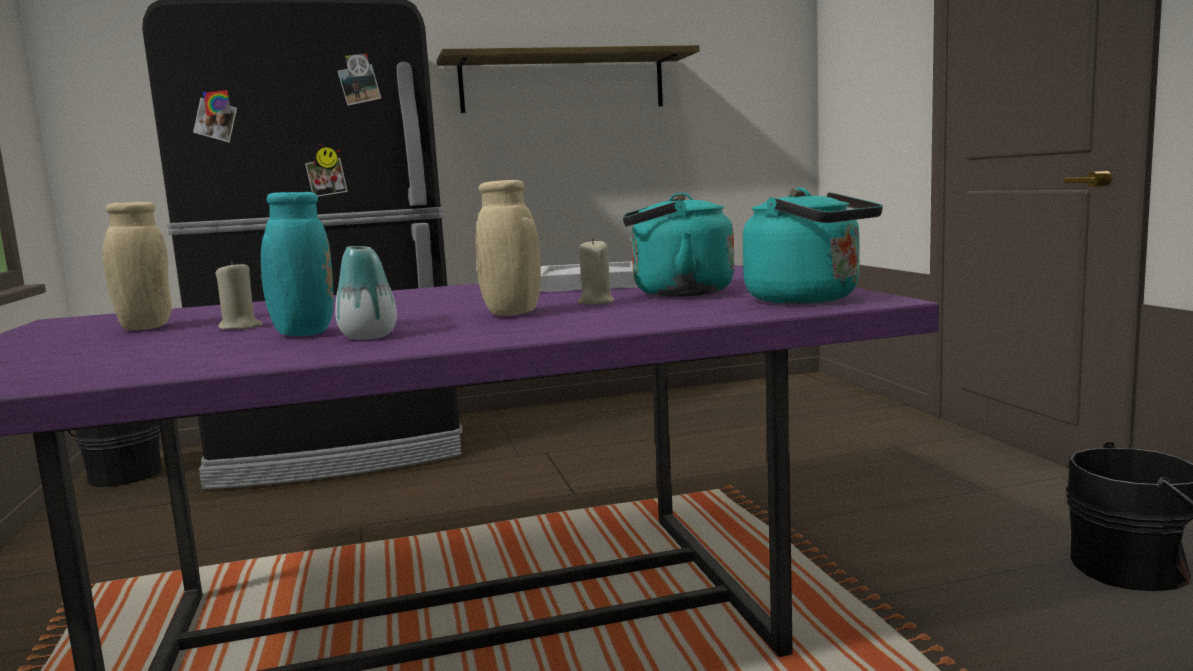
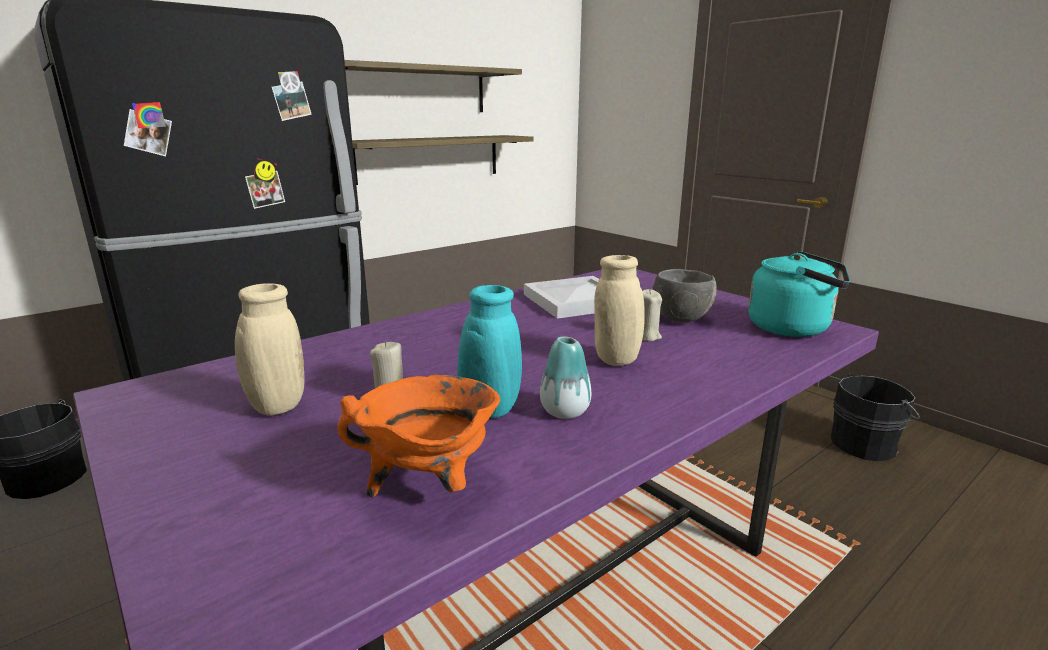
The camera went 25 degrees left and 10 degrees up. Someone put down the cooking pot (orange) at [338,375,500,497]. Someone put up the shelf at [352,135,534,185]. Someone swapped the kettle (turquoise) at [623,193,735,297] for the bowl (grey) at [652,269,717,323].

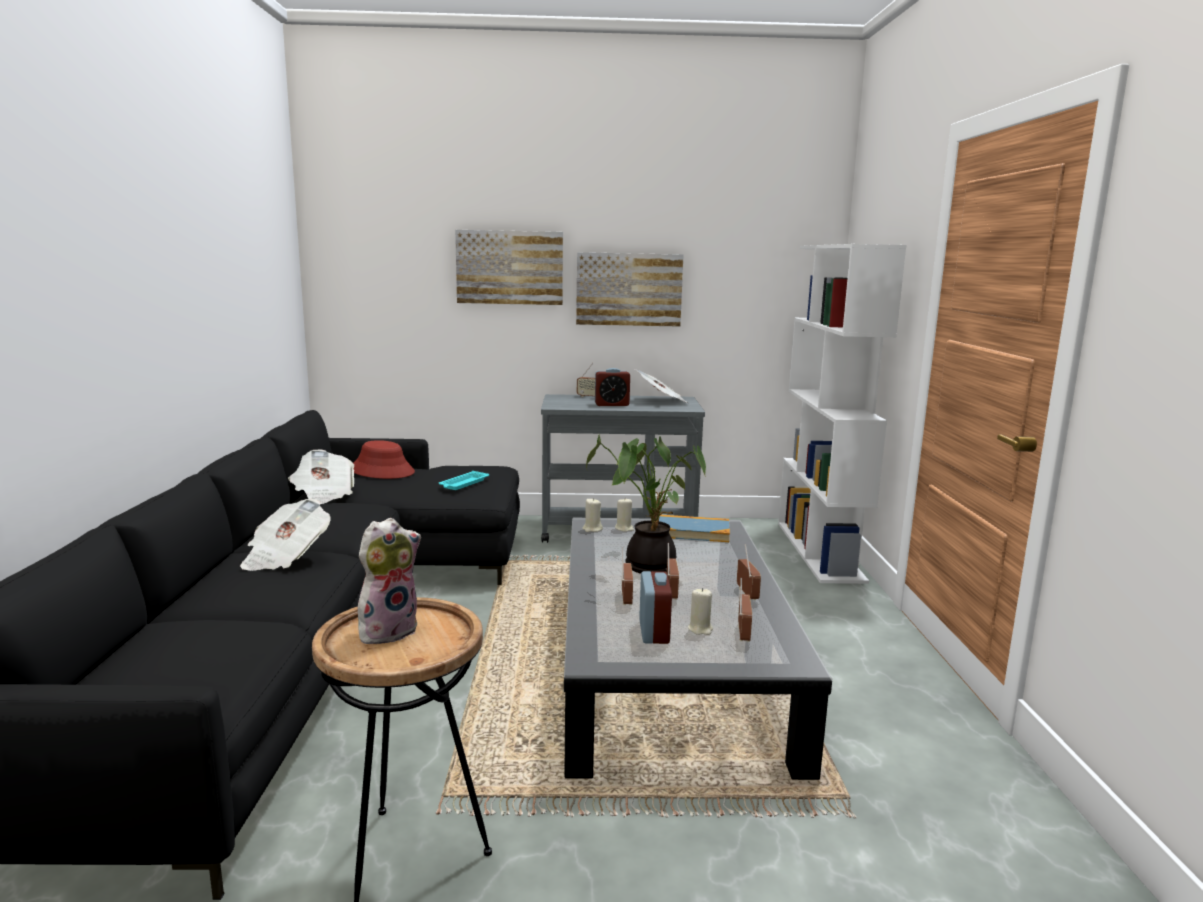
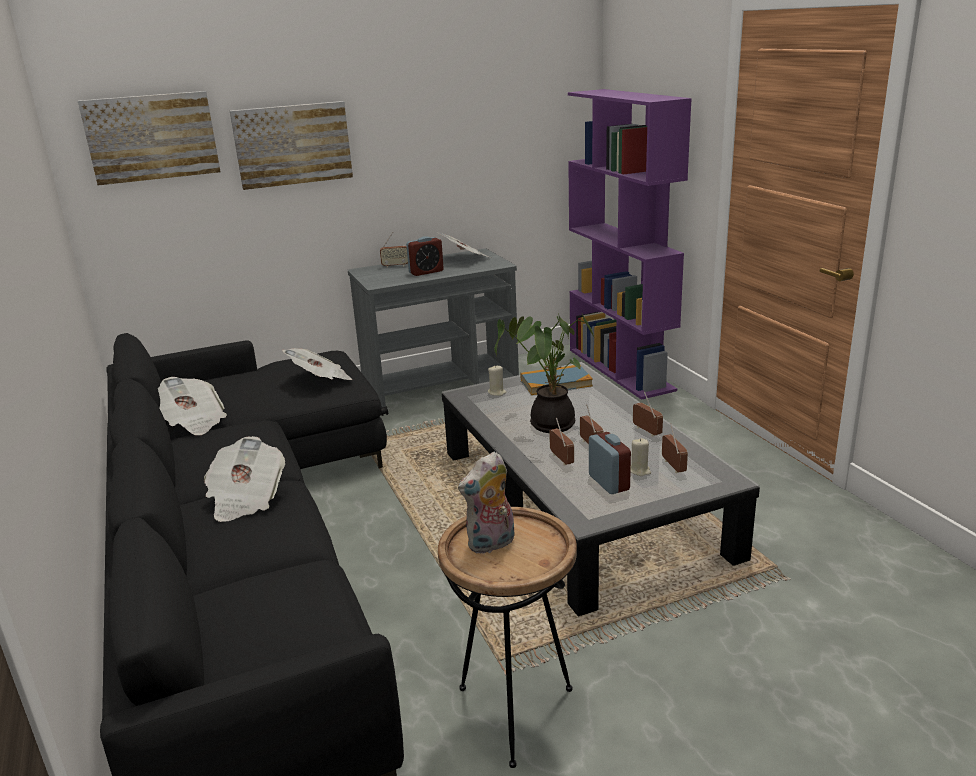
The camera went 20 degrees left and 10 degrees up. Someone took away the hat (red) at [353,440,415,479]. Someone took away the candle (beige) at [582,498,603,532]. Someone carried the picture from [576,252,684,327] to [78,91,220,186]. Someone swapped the tray (turquoise) at [439,471,489,490] for the newspaper at [282,348,353,380]. Someone repainted the bookcase (white) at [778,244,906,584], which became the bookcase (purple) at [568,89,692,400]. Someone rotated the plush toy at [358,518,421,644] by 150 degrees counterclockwise.

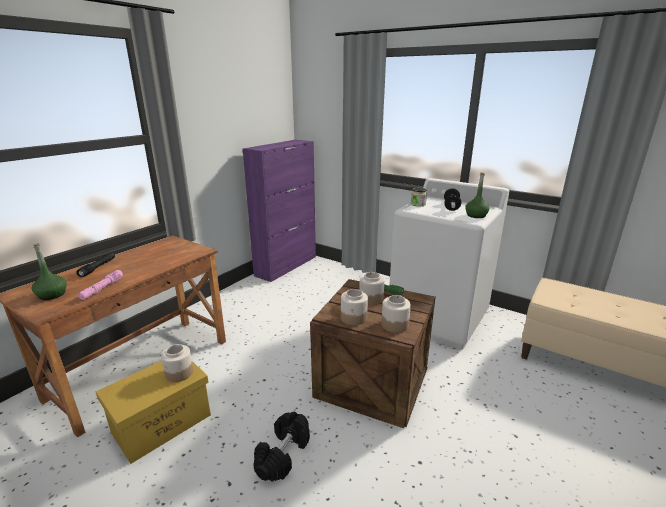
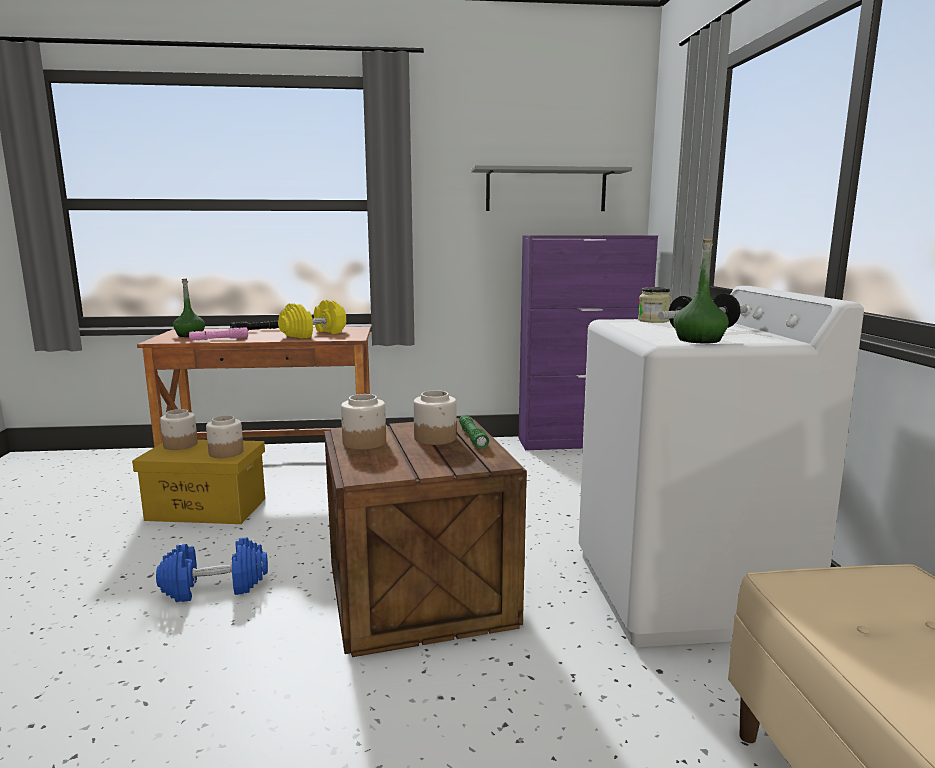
The camera went 50 degrees right and 10 degrees down. Someone put down the dumbbell (yellow) at [278,300,346,339]. Someone put up the shelf (grey) at [471,165,632,211]. Someone carried the jar from [381,295,411,333] to [160,409,198,450]. Someone repainted the dumbbell (black) at [253,411,310,482], which became the dumbbell (blue) at [156,537,268,602].

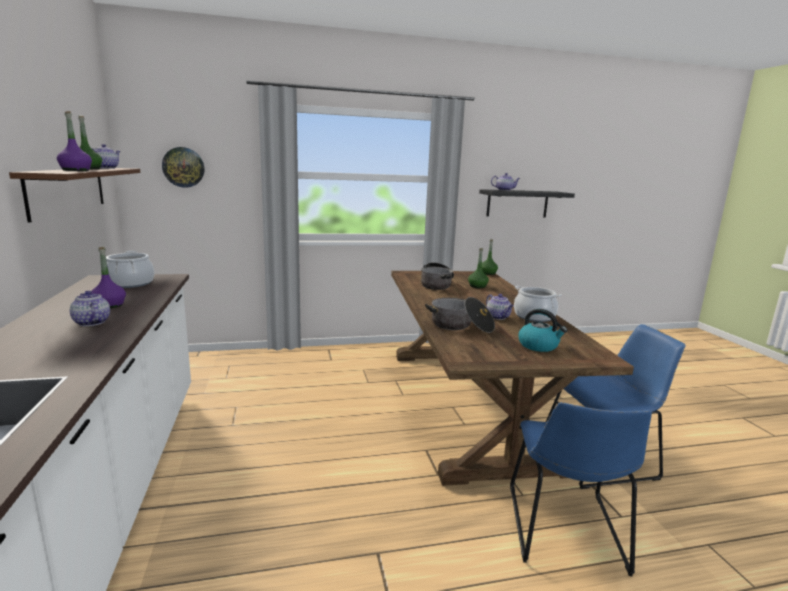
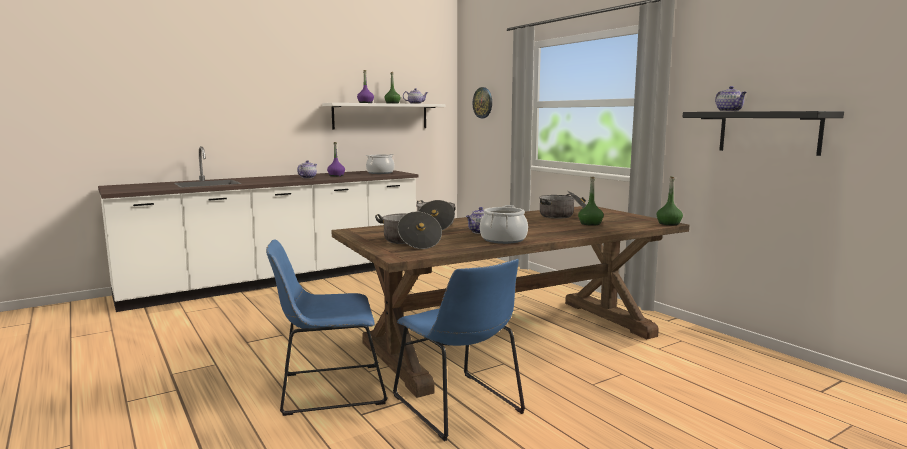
The camera went 70 degrees right and 5 degrees down. Someone swapped the kettle at [519,309,567,352] for the cooking pot at [375,211,442,249]. Someone repainted the shelf (brown) at [9,168,140,223], which became the shelf (white) at [322,103,445,130].

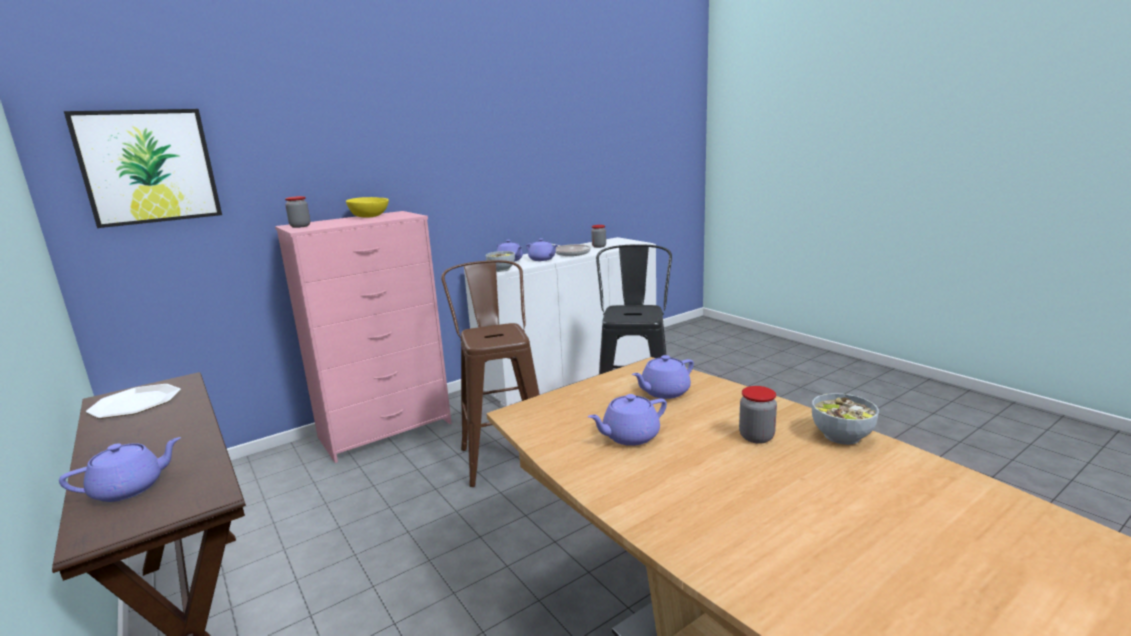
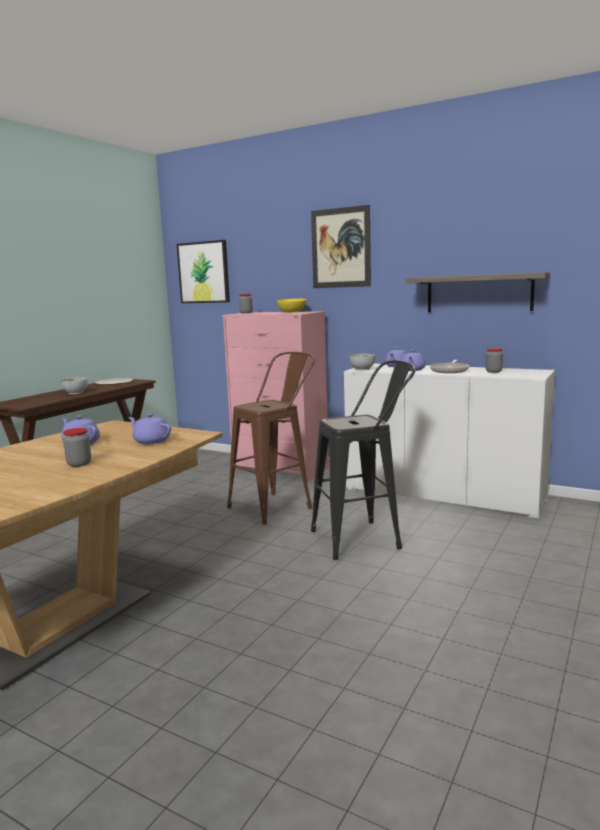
The camera went 65 degrees right and 5 degrees down. Someone took away the teapot (purple) at [59,437,181,502]. Someone put up the picture at [311,205,371,288]. Someone put up the shelf at [405,272,550,312]. Someone carried the bowl from [812,393,879,445] to [61,377,88,394].

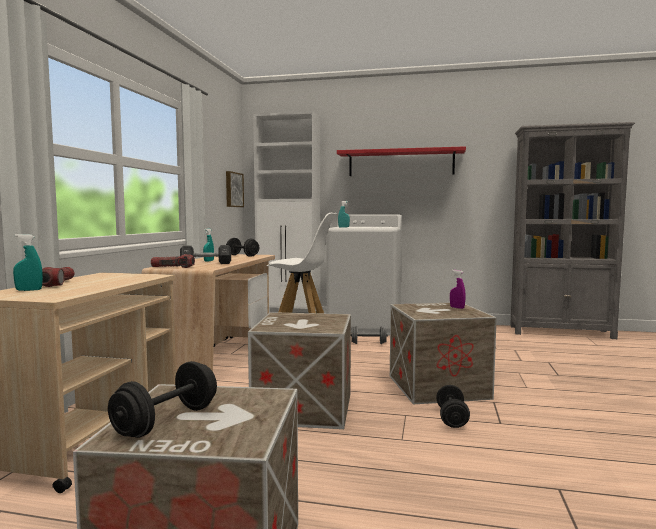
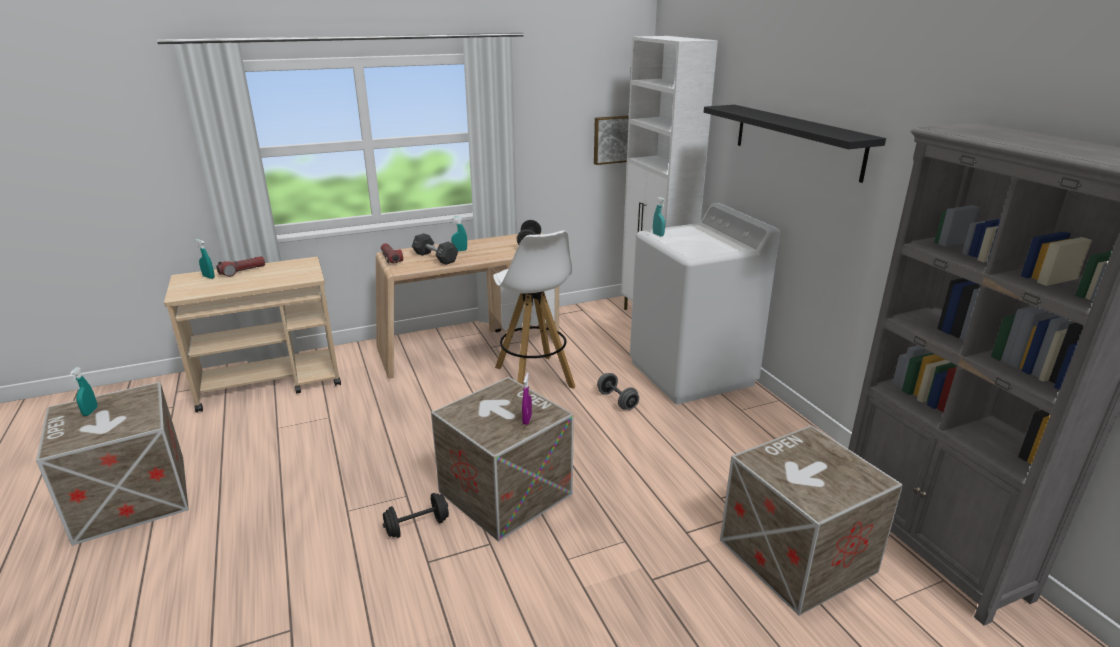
The camera went 55 degrees right and 20 degrees up. Someone carried the crate from [248,312,351,429] to [720,425,903,616]. Someone swapped the dumbbell (black) at [108,361,217,438] for the spray bottle (turquoise) at [70,367,98,416]. Someone repainted the shelf (red) at [337,146,466,176], which became the shelf (black) at [704,105,886,183].

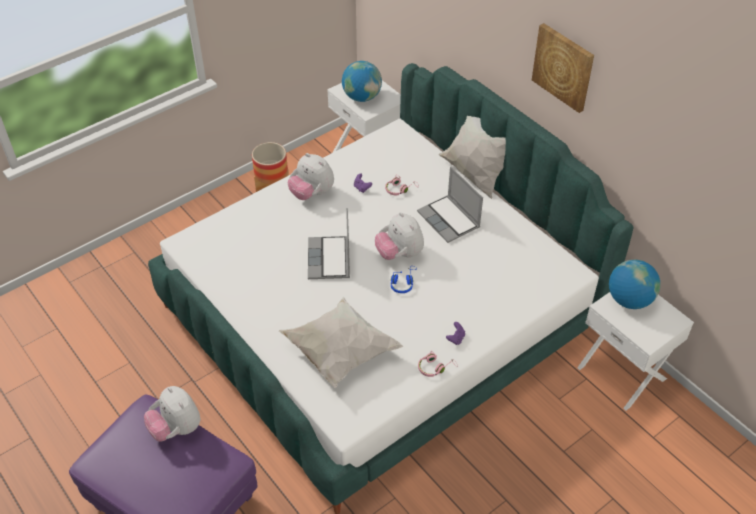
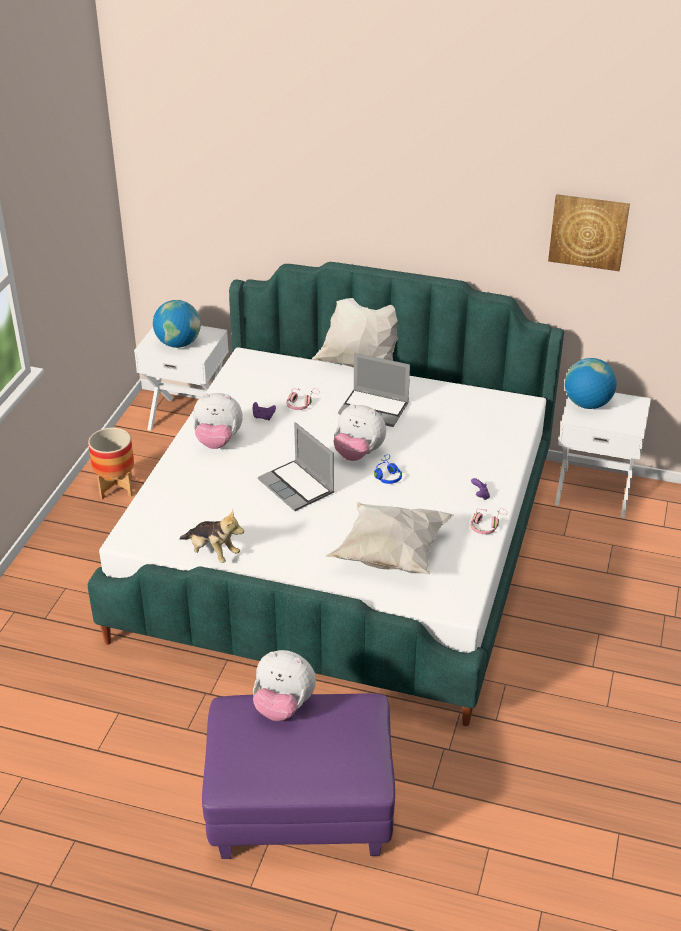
The camera went 35 degrees left and 10 degrees down. Someone put down the plush toy at [179,510,244,563]. Someone carried the picture from [532,23,594,113] to [548,194,630,271].

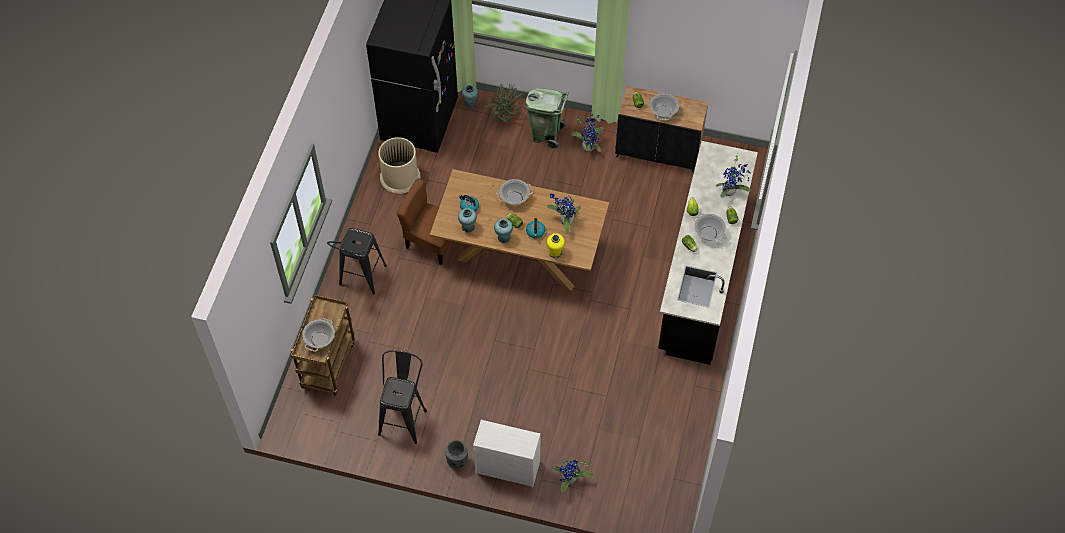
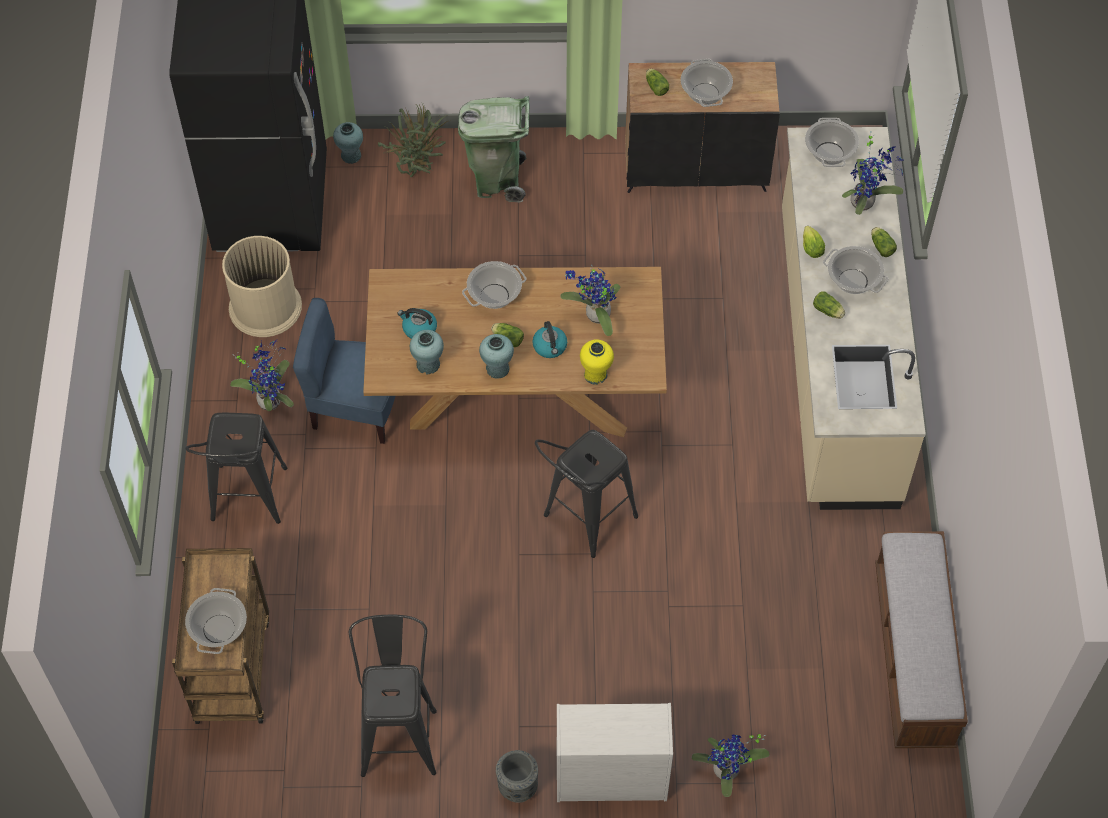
The camera went 15 degrees left and 0 degrees up. Someone put down the stool (black) at [535,430,638,558]. Someone put down the cooking pot at [805,118,859,167]. Someone put down the bench at [875,531,968,748]. Someone carried the potted plant from [571,115,604,152] to [230,340,294,411]. Someone repainted the chair (brown) at [397,178,452,265], which became the chair (blue) at [293,298,395,444]. Someone repainted the counter (black) at [658,141,758,365], which became the counter (beige) at [782,127,926,510].

